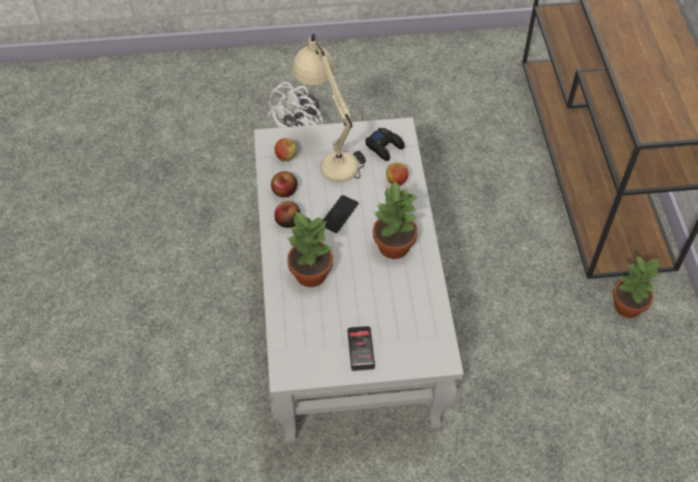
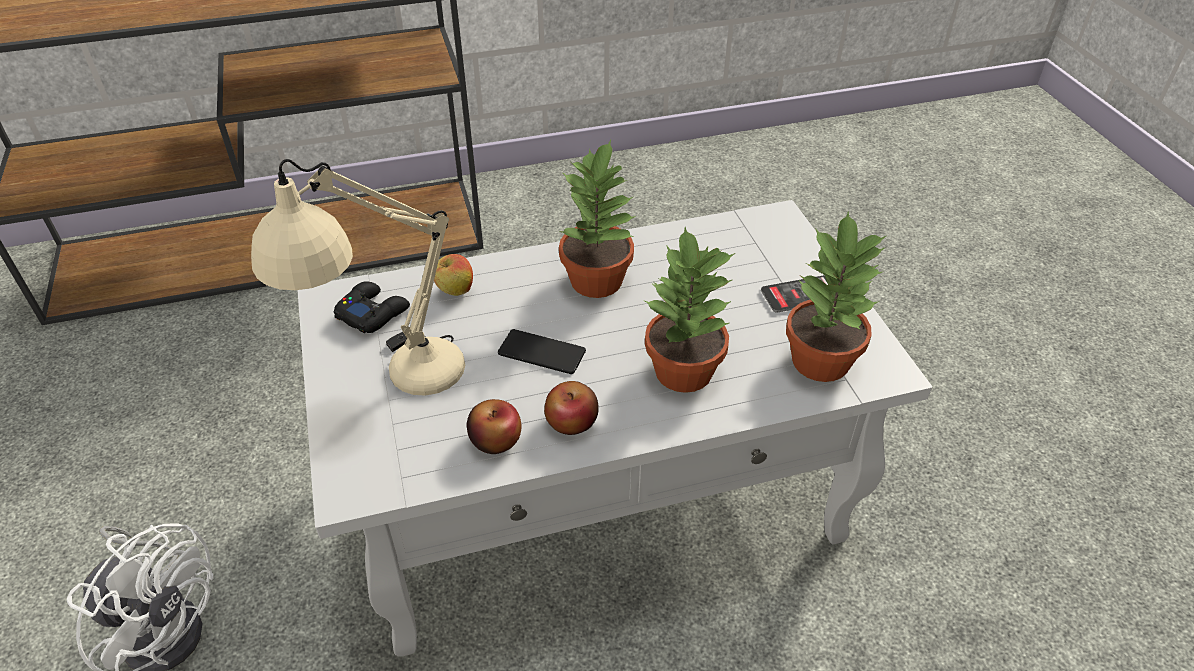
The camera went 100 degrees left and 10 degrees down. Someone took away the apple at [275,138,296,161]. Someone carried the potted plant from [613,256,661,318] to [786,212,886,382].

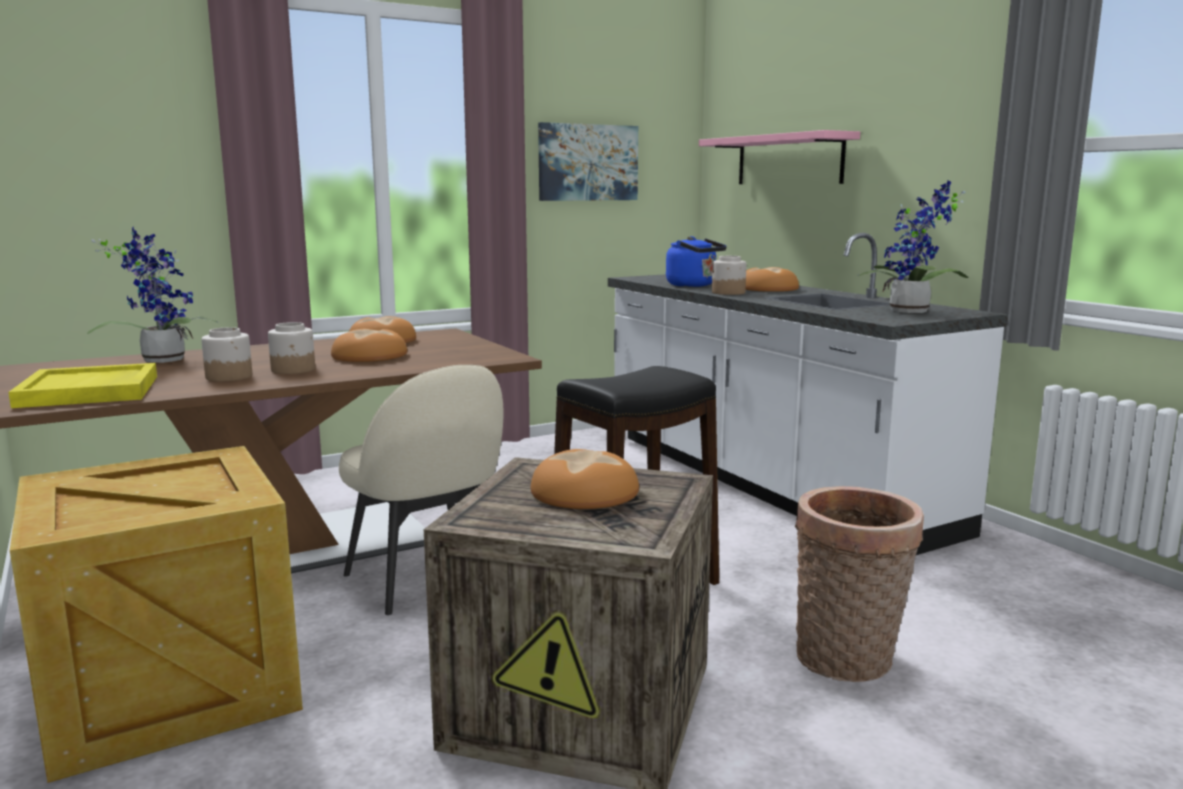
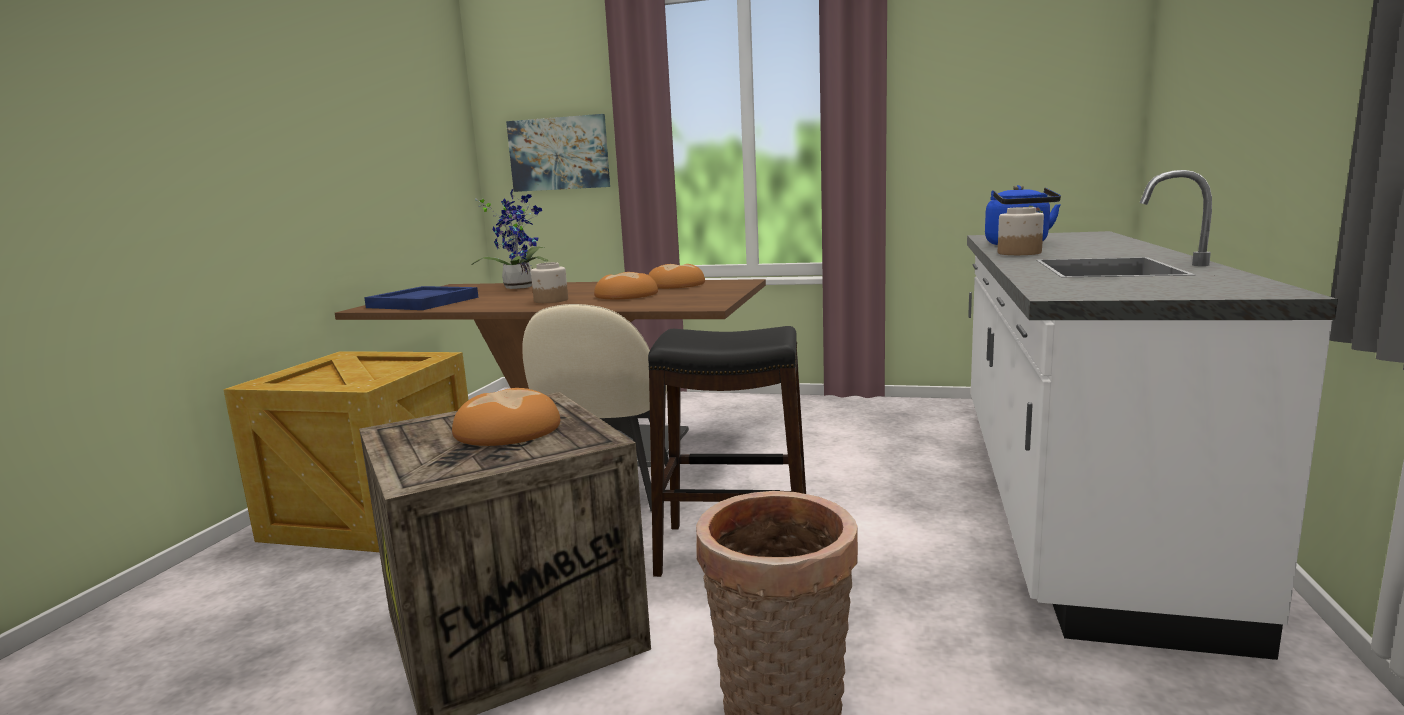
The camera went 45 degrees right and 0 degrees up. Someone took away the jar at [201,327,252,382]. Someone took away the shelf (pink) at [699,130,860,184]. Someone took away the bread at [746,267,799,292]. Someone took away the potted plant at [858,180,968,313]. Someone carried the picture from [538,122,638,201] to [506,114,610,192]. Someone repainted the tray (yellow) at [8,363,157,408], which became the tray (blue) at [364,286,479,310].

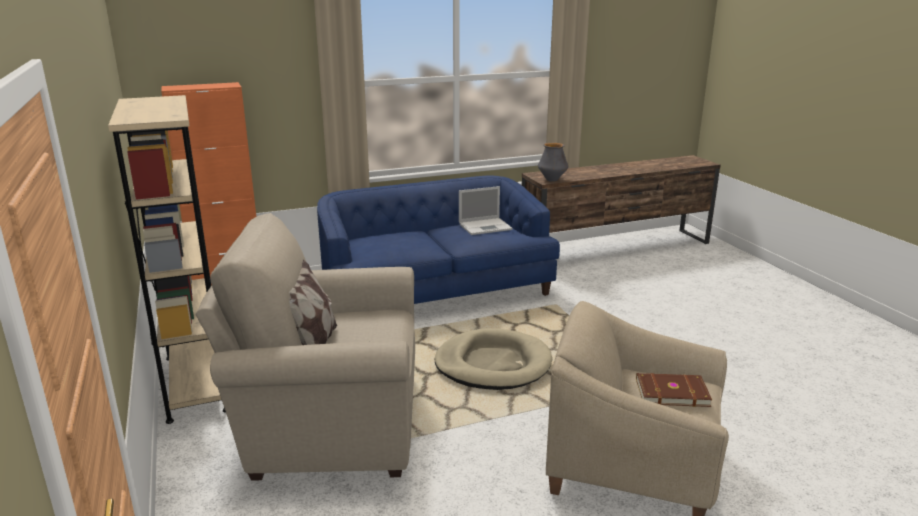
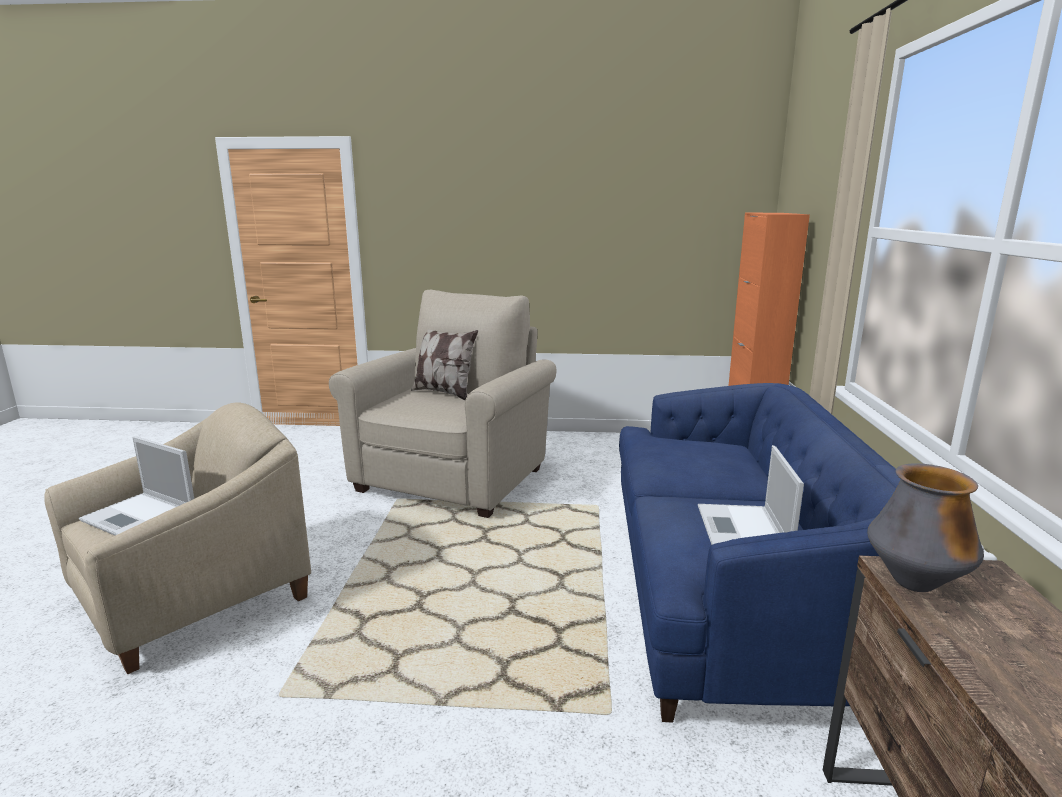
The camera went 115 degrees right and 5 degrees down. Someone took away the bookcase (beige) at [108,95,226,424]. Someone took away the dog bed (beige) at [435,328,552,390]. Someone swapped the book (brown) at [636,373,712,407] for the laptop at [79,436,194,536].

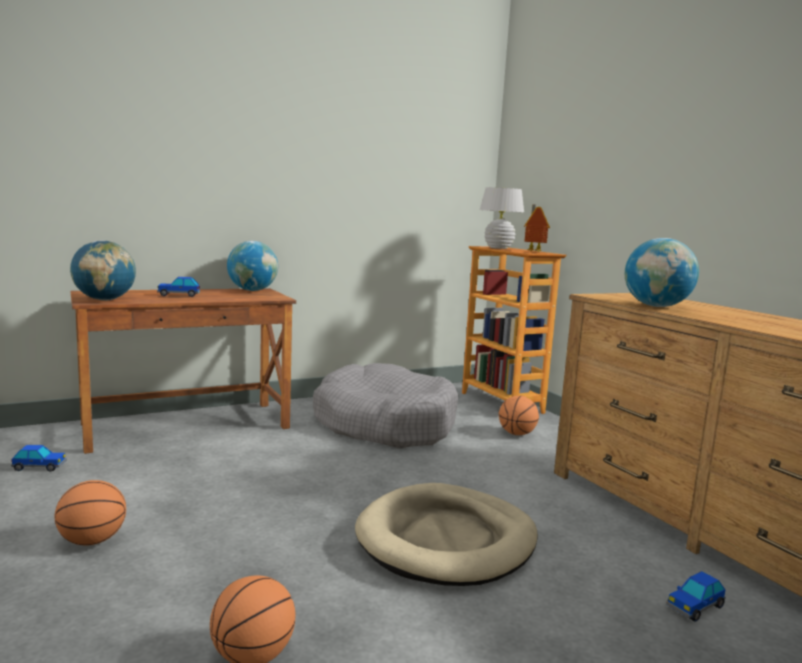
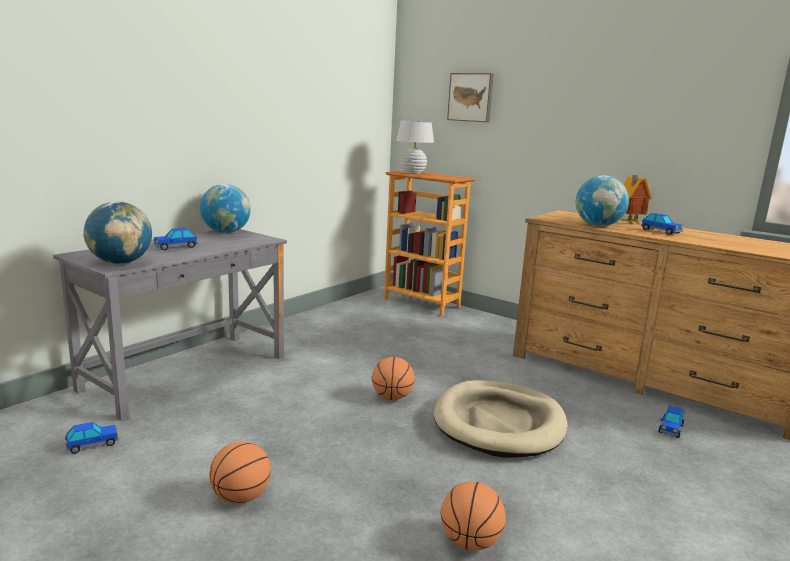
The camera went 25 degrees left and 5 degrees up. Someone took away the dog bed (grey) at [313,363,458,449]. Someone put up the picture at [447,73,494,122]. Someone put down the toy car at [641,213,683,235]. Someone carried the basketball from [499,396,539,435] to [371,357,415,400]. Someone carried the toy house from [524,204,550,253] to [620,175,652,224]. Someone repainted the desk (brown) at [71,288,296,454], which became the desk (grey) at [53,229,287,421].

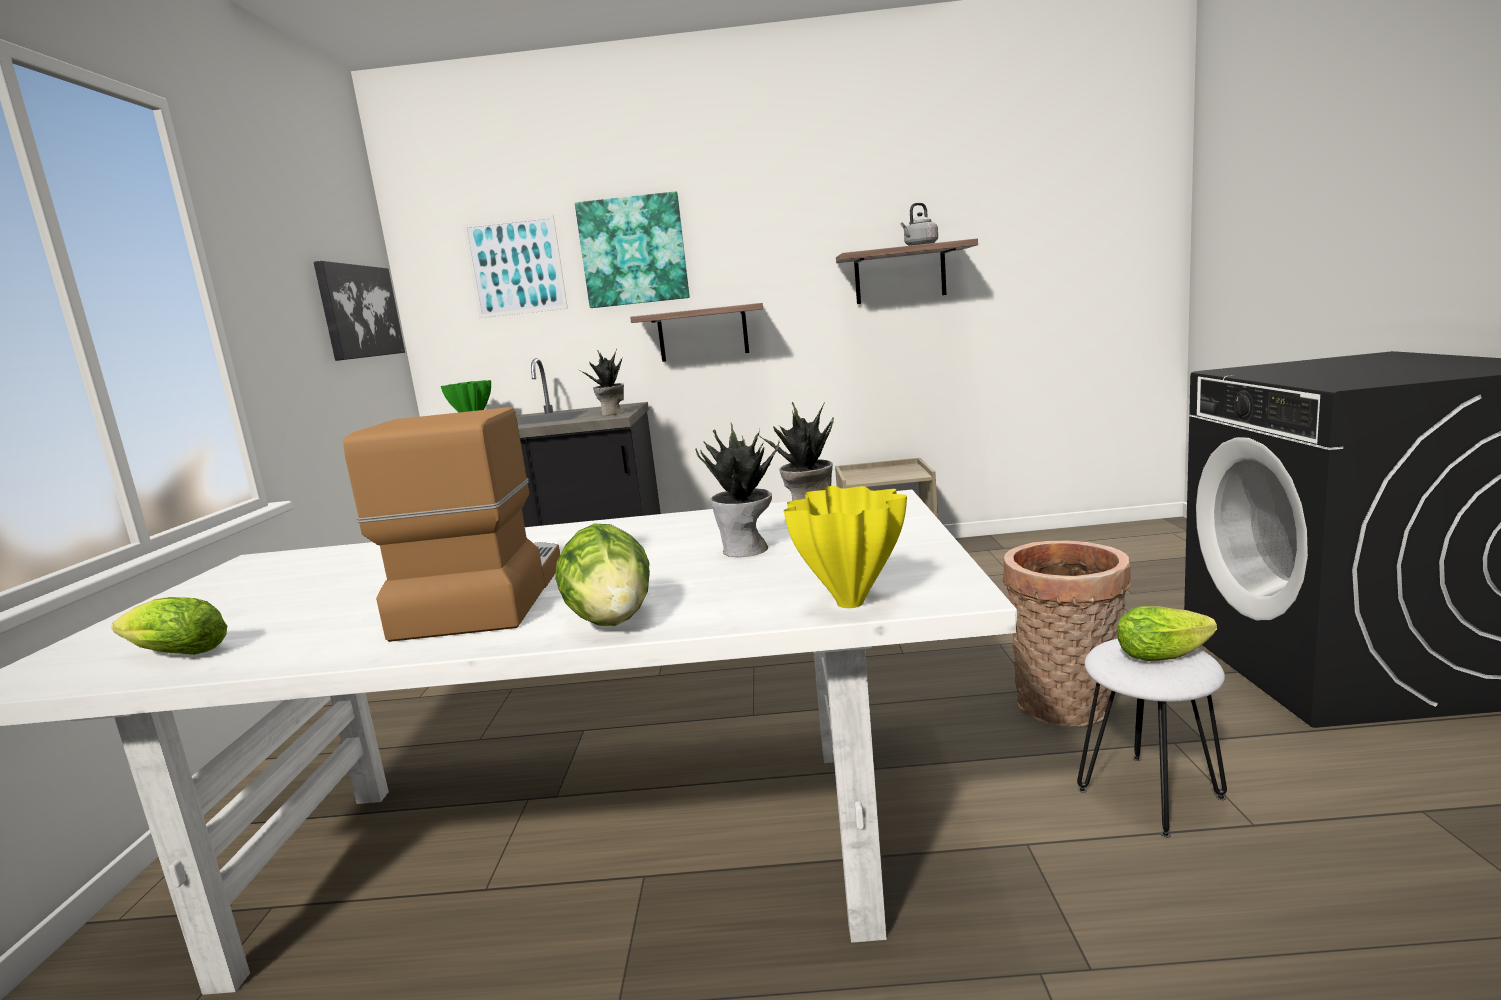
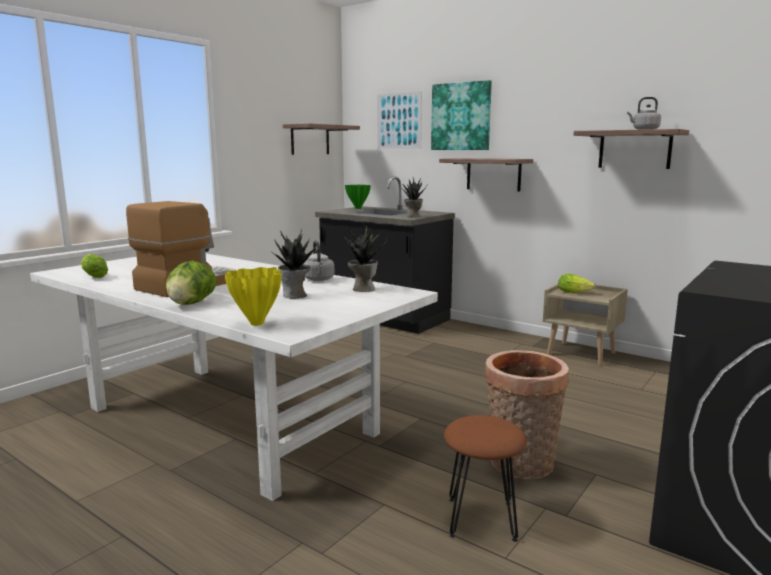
The camera went 35 degrees right and 0 degrees up. Someone put down the kettle (grey) at [303,240,334,281]. Someone carried the lettuce from [1117,606,1217,661] to [558,274,595,293]. Someone swapped the picture at [314,261,405,361] for the shelf at [283,123,360,155]. Someone repainted the stool (white) at [1077,639,1227,837], which became the stool (brown) at [444,415,527,542].

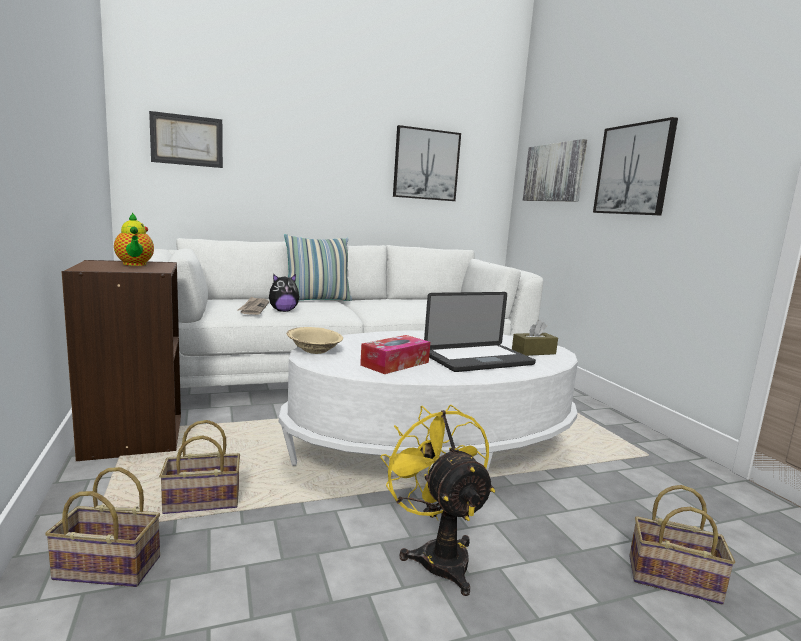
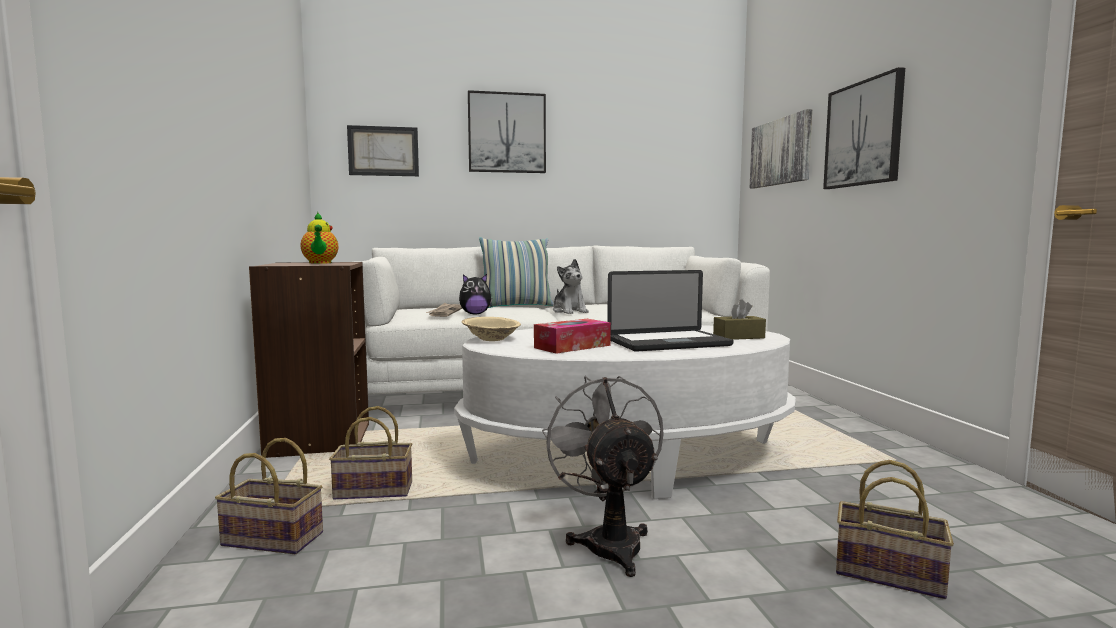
The camera went 10 degrees right and 5 degrees down. Someone put down the plush toy at [553,259,589,314]. Someone carried the picture from [393,125,461,201] to [468,90,546,173]. Someone repainted the fan (yellow) at [380,405,495,596], which became the fan (grey) at [542,376,664,577].

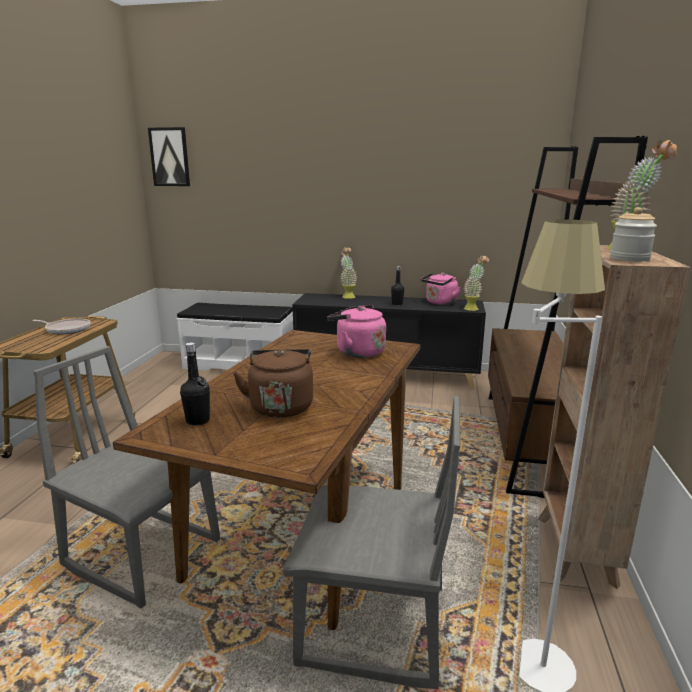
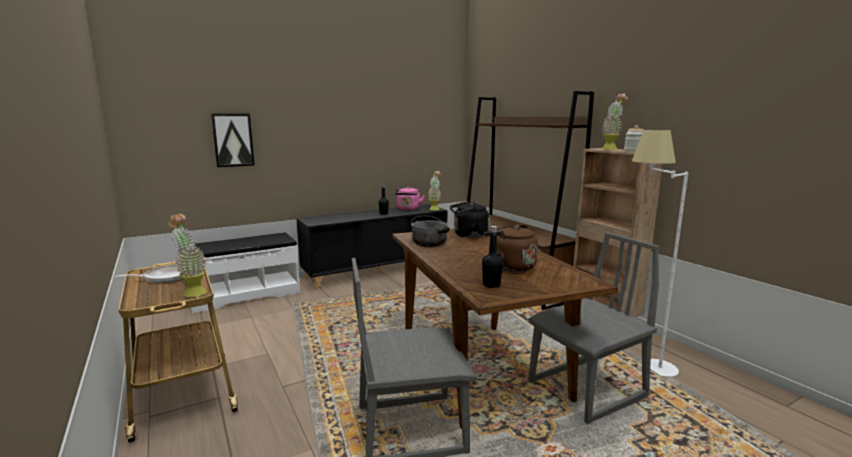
The camera went 40 degrees left and 5 degrees down. Someone put down the cooking pot at [411,216,450,247]. Someone carried the picture from [148,127,190,186] to [211,113,255,167]. Someone carried the potted plant from [340,248,357,299] to [168,214,207,297]. Someone repainted the kettle (pink) at [327,305,386,358], which became the kettle (black) at [450,201,489,238].

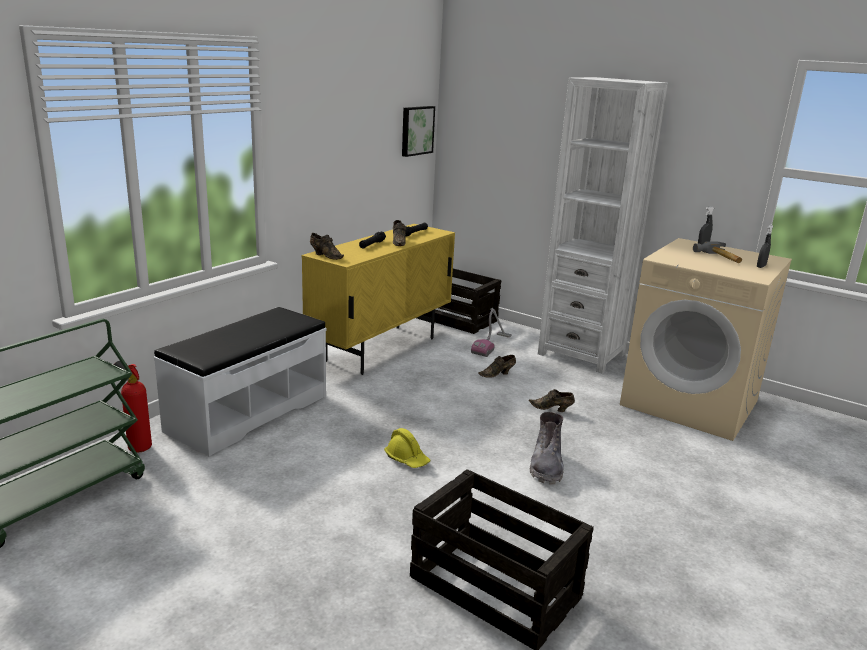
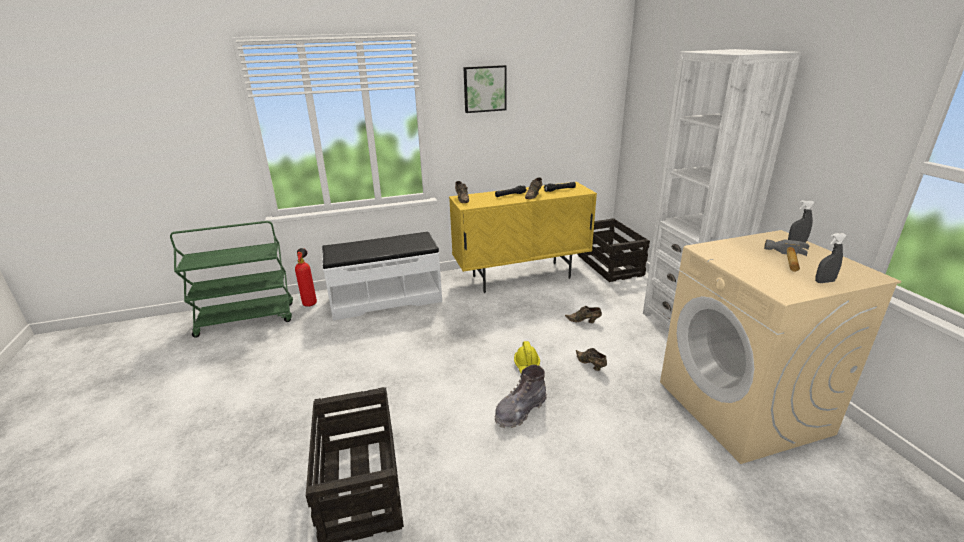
The camera went 40 degrees right and 5 degrees up. Someone took away the vacuum cleaner at [471,309,512,357]. Someone carried the hard hat (yellow) from [384,428,430,468] to [514,341,540,373]. Someone carried the picture from [402,106,435,157] to [463,65,507,113].

